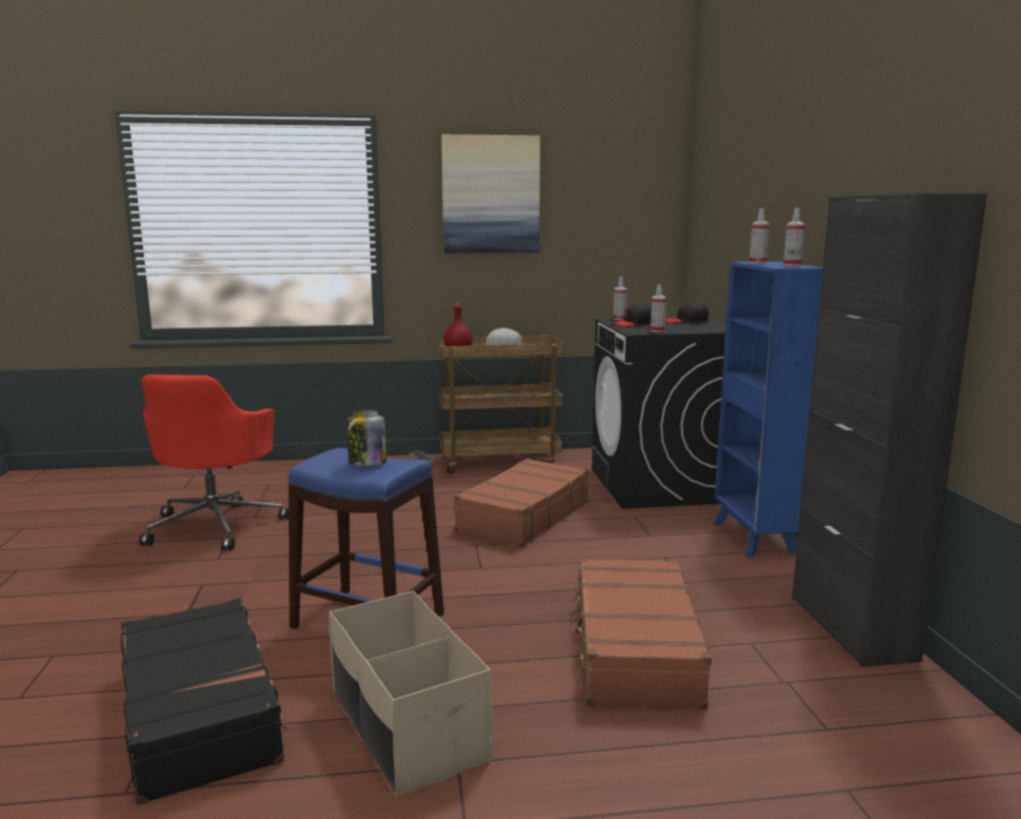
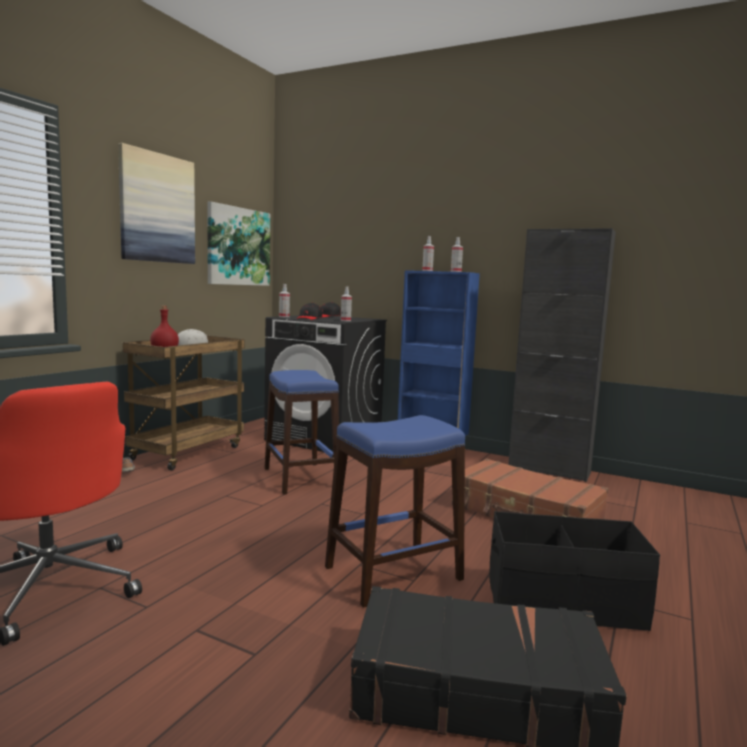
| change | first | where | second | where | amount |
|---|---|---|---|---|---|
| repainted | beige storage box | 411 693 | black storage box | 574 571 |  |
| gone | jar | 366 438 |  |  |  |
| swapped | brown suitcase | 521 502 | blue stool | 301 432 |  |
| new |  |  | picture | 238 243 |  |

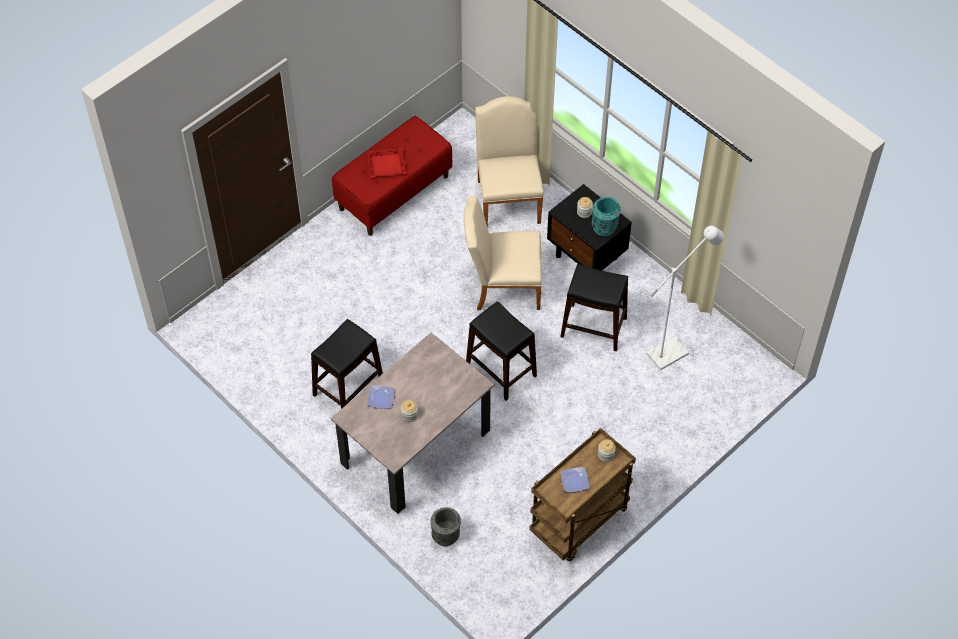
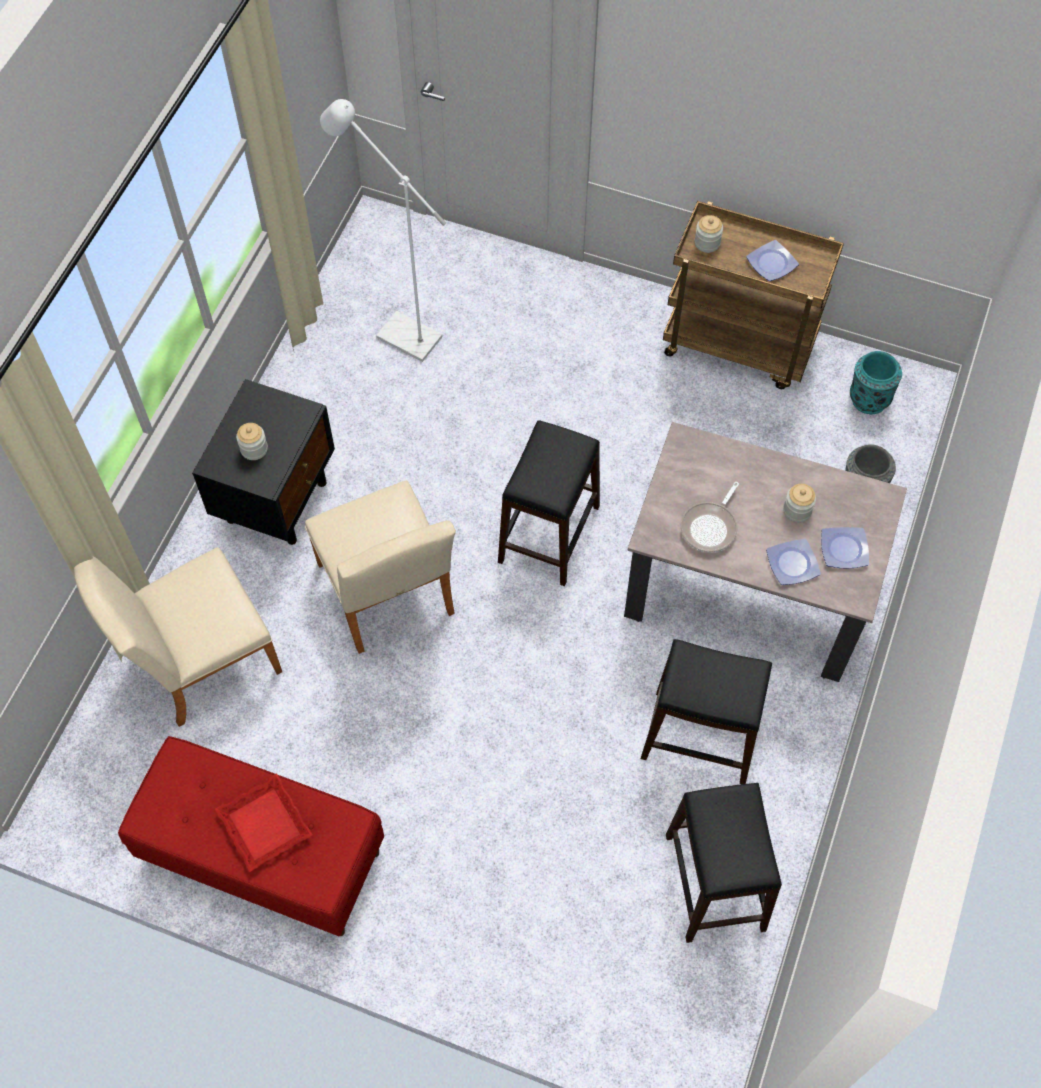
| change | first | where | second | where | amount |
|---|---|---|---|---|---|
| shifted | black stool | 594 307 |  | 724 863 |  |
| shifted | turquoise vase | 606 216 |  | 876 382 |  |
| new |  |  | frying pan | 710 517 |  |
| new |  |  | plate | 845 547 |  |

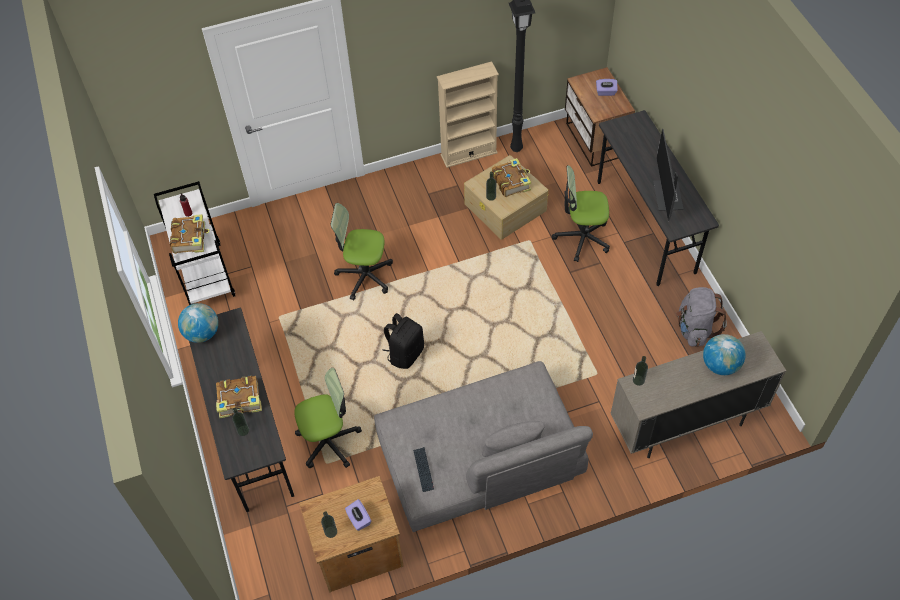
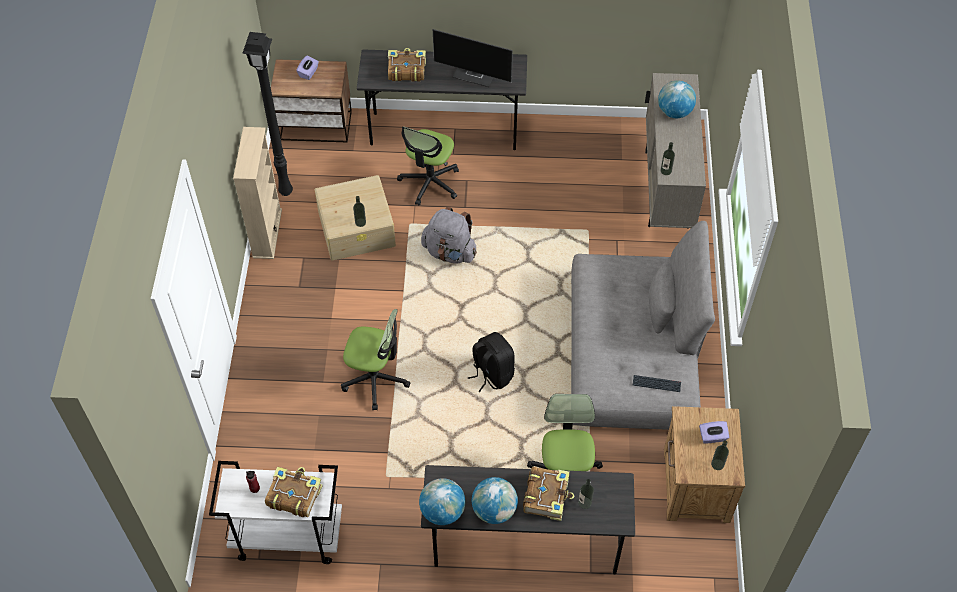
| change | first | where | second | where | amount |
|---|---|---|---|---|---|
| rotated | office chair | 362 251 |  | 375 359 | 105 degrees counterclockwise |
| shifted | book | 511 177 |  | 407 64 |  |
| shifted | grey backpack | 701 317 |  | 449 235 |  |
| new |  |  | globe | 495 500 |  |

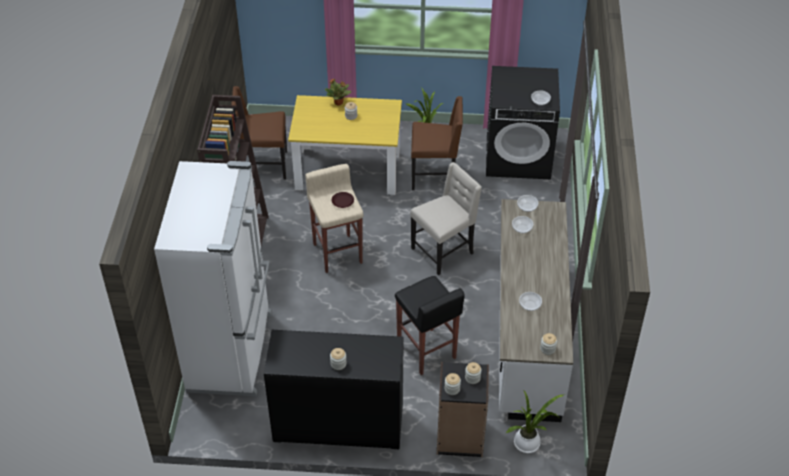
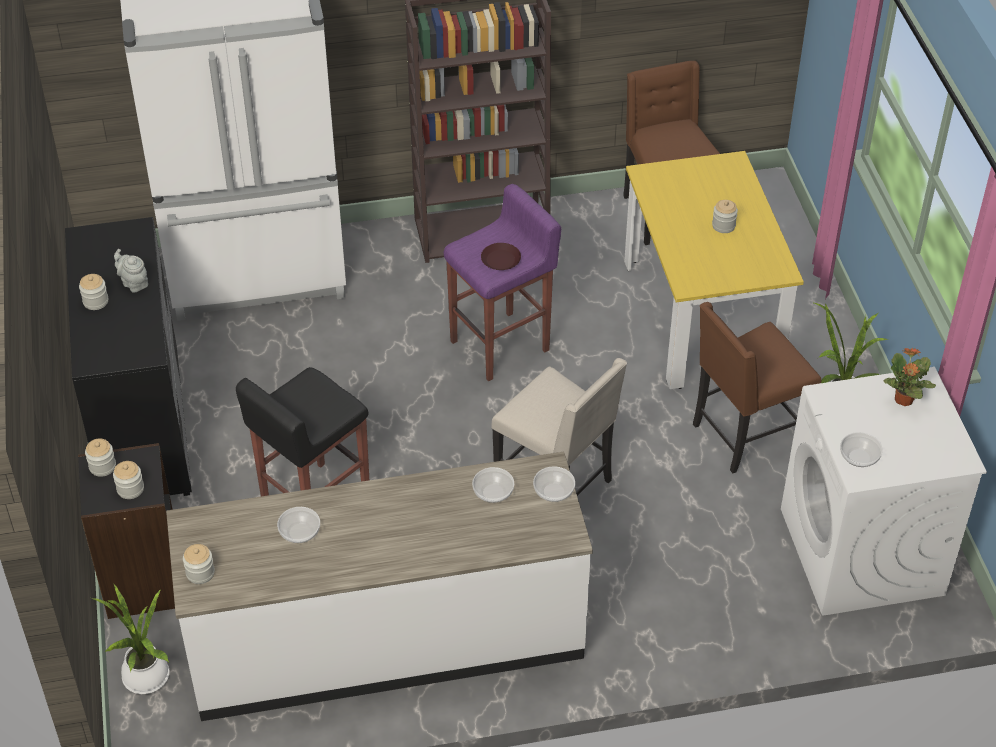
| change | first | where | second | where | amount |
|---|---|---|---|---|---|
| repainted | beige stool | 334 218 | purple stool | 502 282 |  |
| shifted | potted plant | 338 92 |  | 909 377 |  |
| rotated | brown chair | 437 143 |  | 757 387 | 75 degrees clockwise |
| repainted | black washing machine | 523 122 | white washing machine | 884 491 |  |
| new |  |  | grey teapot | 131 271 |  |

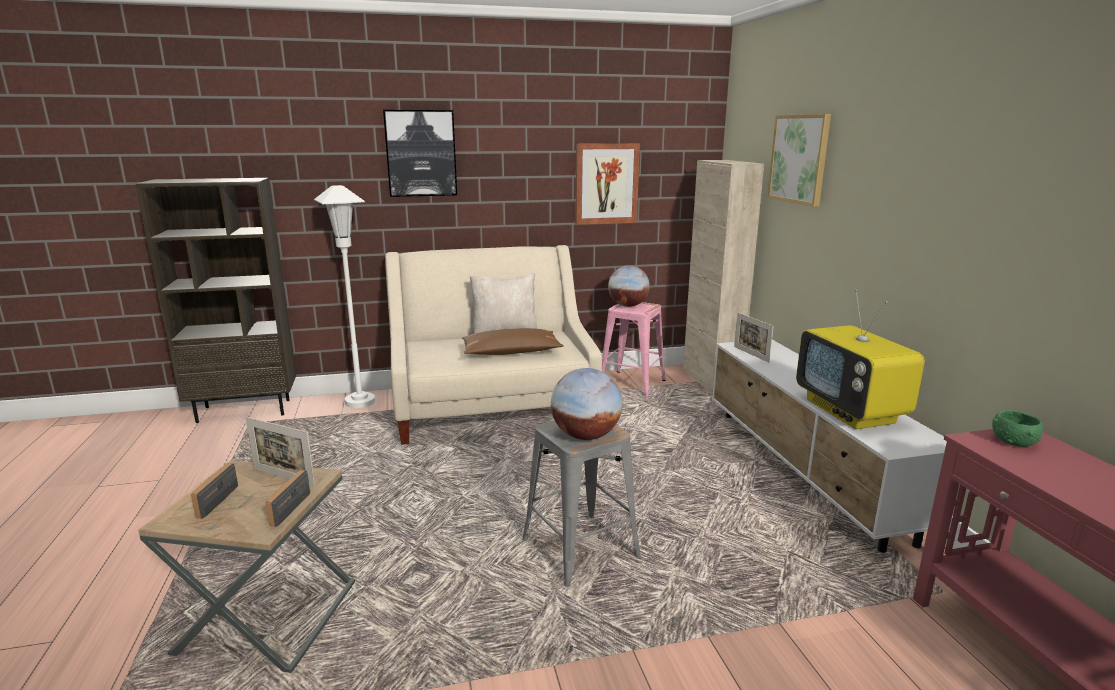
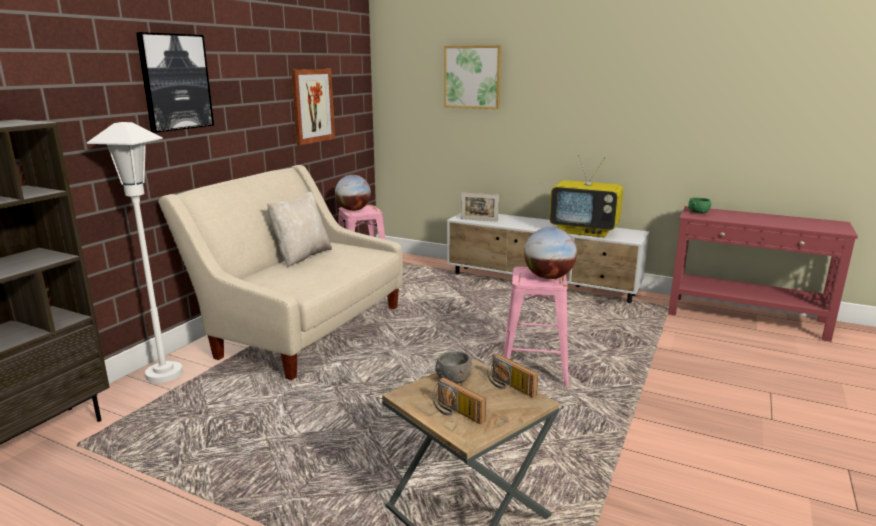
| change | first | where | second | where | amount |
|---|---|---|---|---|---|
| swapped | picture frame | 280 451 | grey bowl | 453 367 |  |
| gone | brown pillow | 513 341 |  |  |  |
| repainted | grey stool | 581 503 | pink stool | 536 326 |  |
| gone | beige cabinet | 723 277 |  |  |  |

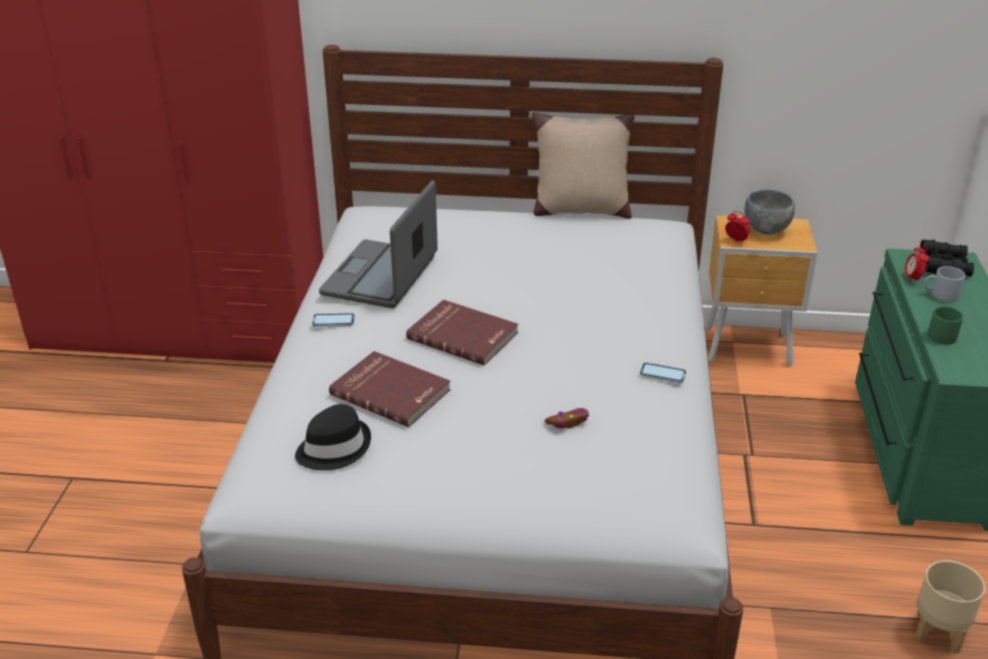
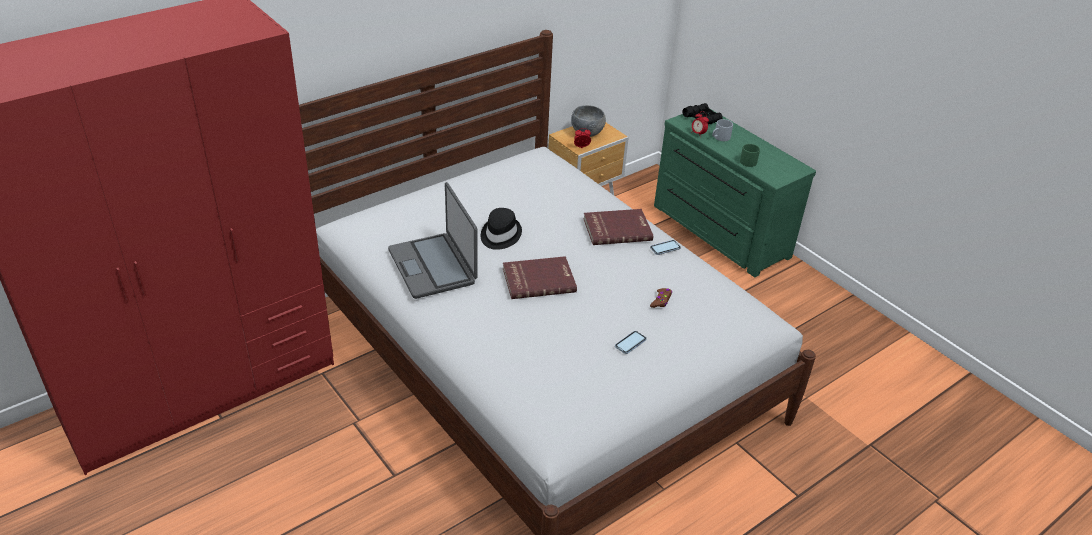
| change | first | where | second | where | amount |
|---|---|---|---|---|---|
| shifted | black hat | 333 437 |  | 501 229 |  |
| shifted | phone | 333 320 |  | 631 342 |  |
| shifted | red book | 390 389 |  | 618 227 |  |
| gone | beige pillow | 583 165 |  |  |  |
| gone | beige planter | 949 607 |  |  |  |

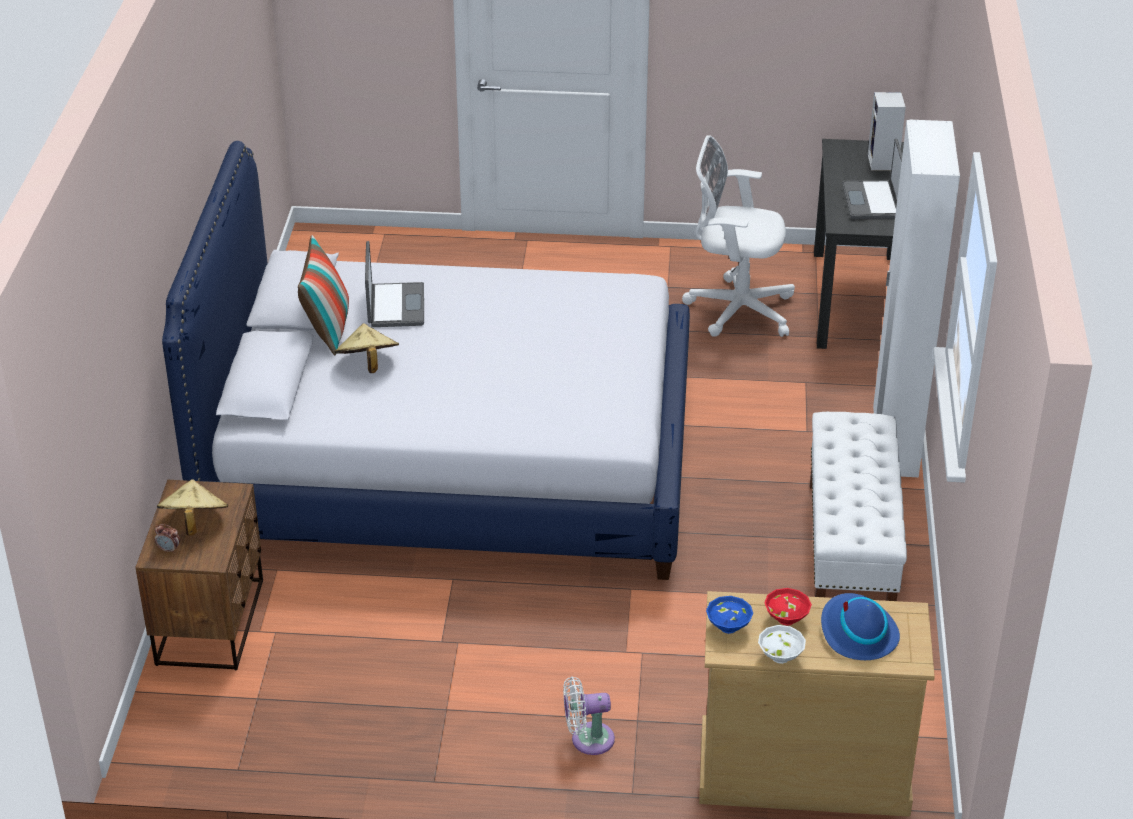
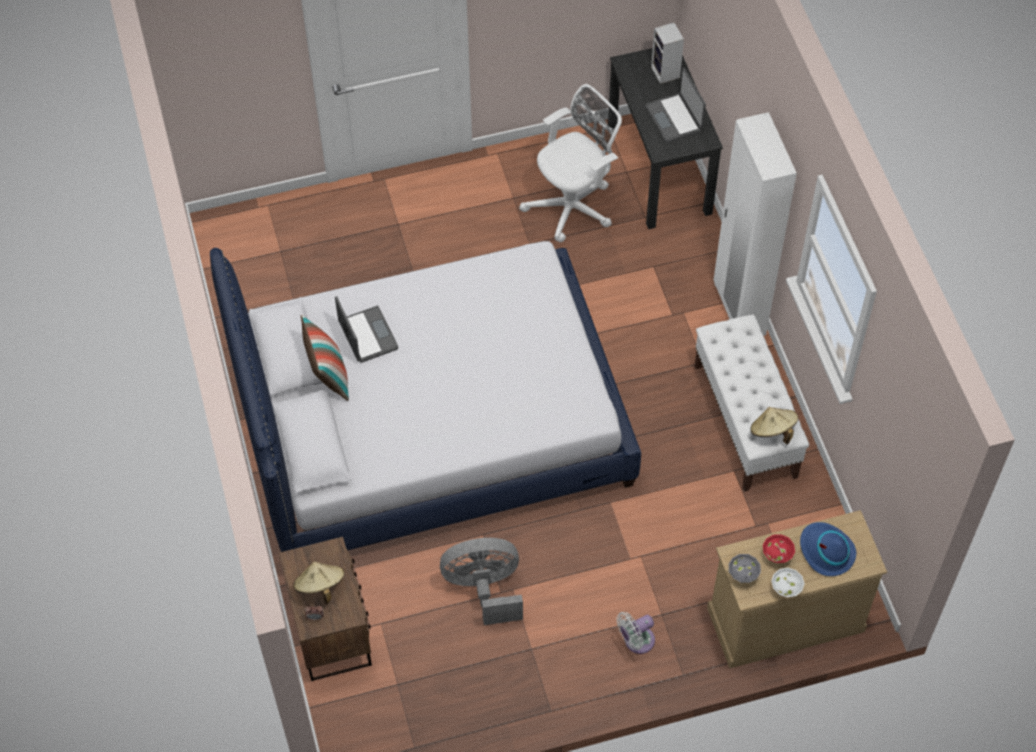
| change | first | where | second | where | amount |
|---|---|---|---|---|---|
| shifted | beige hat | 366 348 |  | 774 425 |  |
| rotated | white office chair | 738 236 |  | 570 163 | 150 degrees clockwise |
| repainted | blue bowl | 729 615 | grey bowl | 745 568 |  |
| new |  |  | grey fan | 481 581 |  |

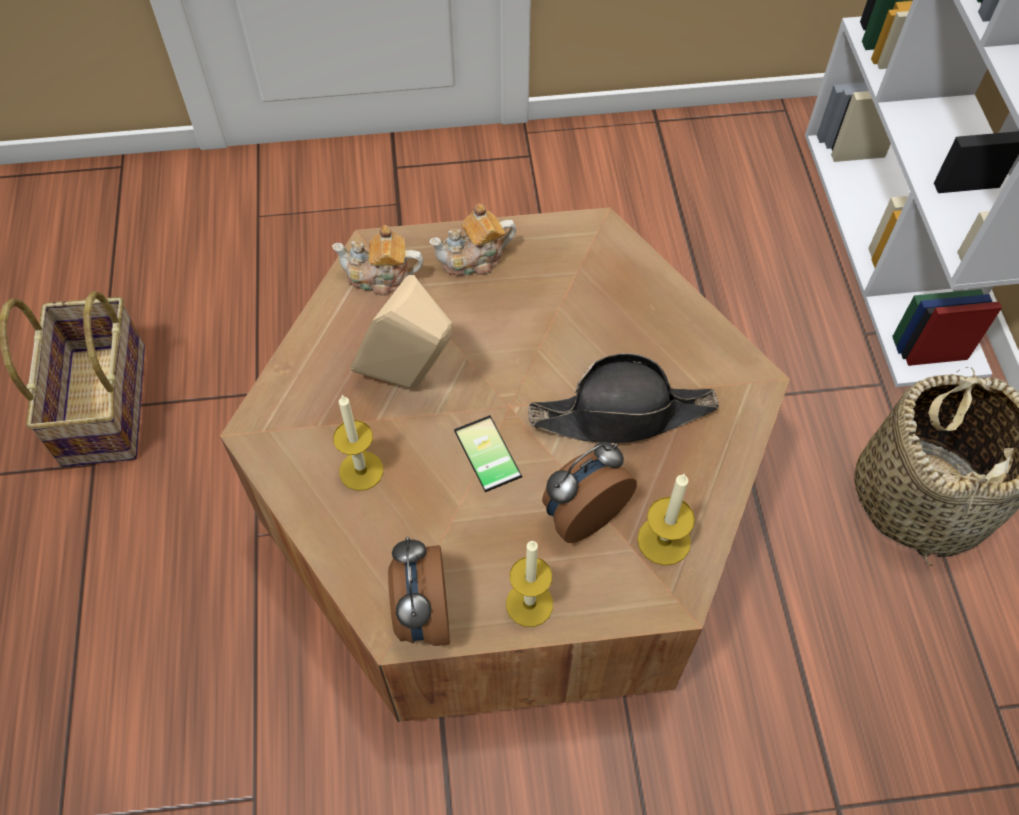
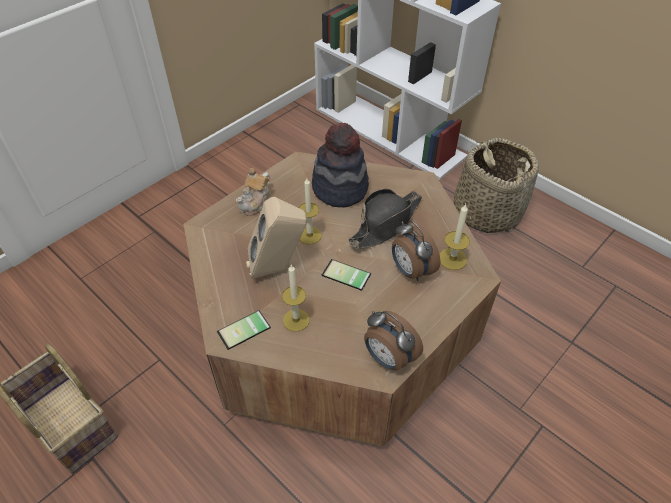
| change | first | where | second | where | amount |
|---|---|---|---|---|---|
| gone | teapot | 377 260 |  |  |  |
| shifted | candle | 529 583 |  | 310 211 |  |
| rotated | alarm clock | 589 492 |  | 416 251 | 45 degrees counterclockwise |
| new |  |  | phone | 244 330 |  |
| new |  |  | hat | 340 165 |  |

